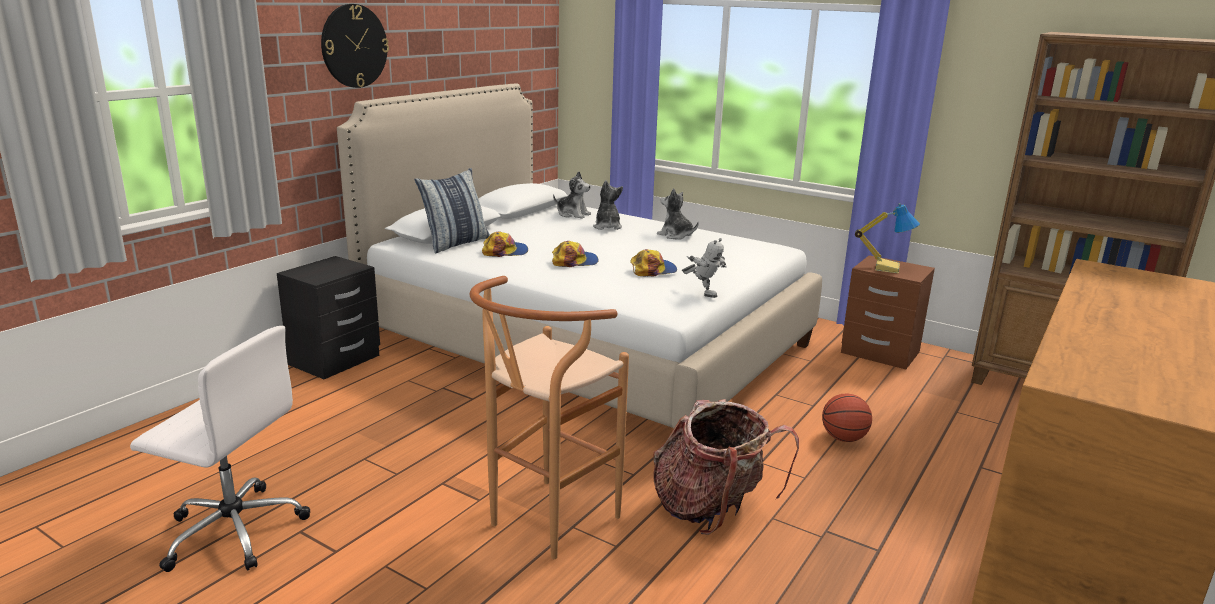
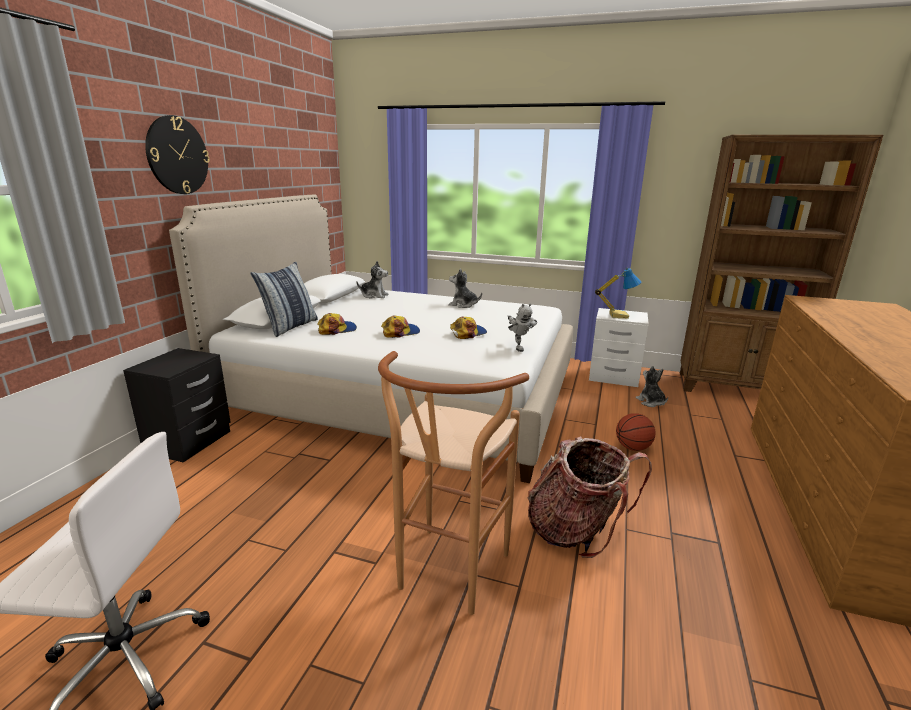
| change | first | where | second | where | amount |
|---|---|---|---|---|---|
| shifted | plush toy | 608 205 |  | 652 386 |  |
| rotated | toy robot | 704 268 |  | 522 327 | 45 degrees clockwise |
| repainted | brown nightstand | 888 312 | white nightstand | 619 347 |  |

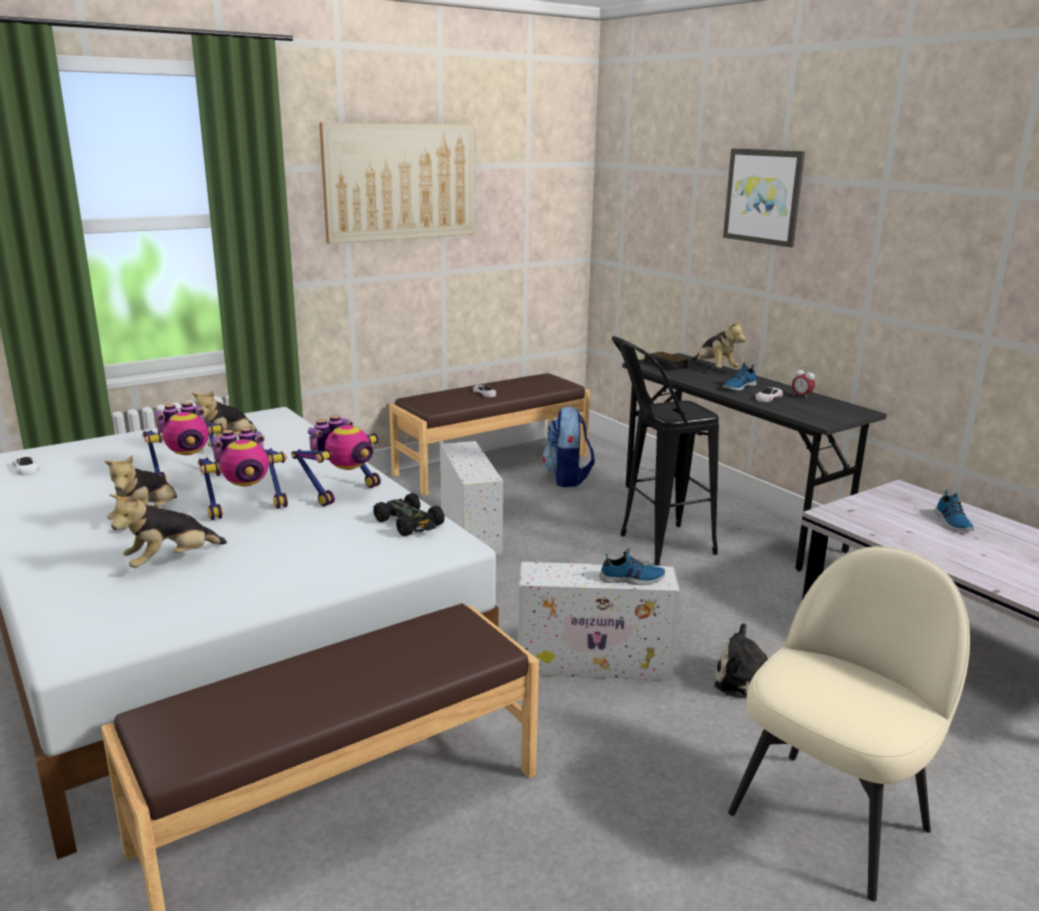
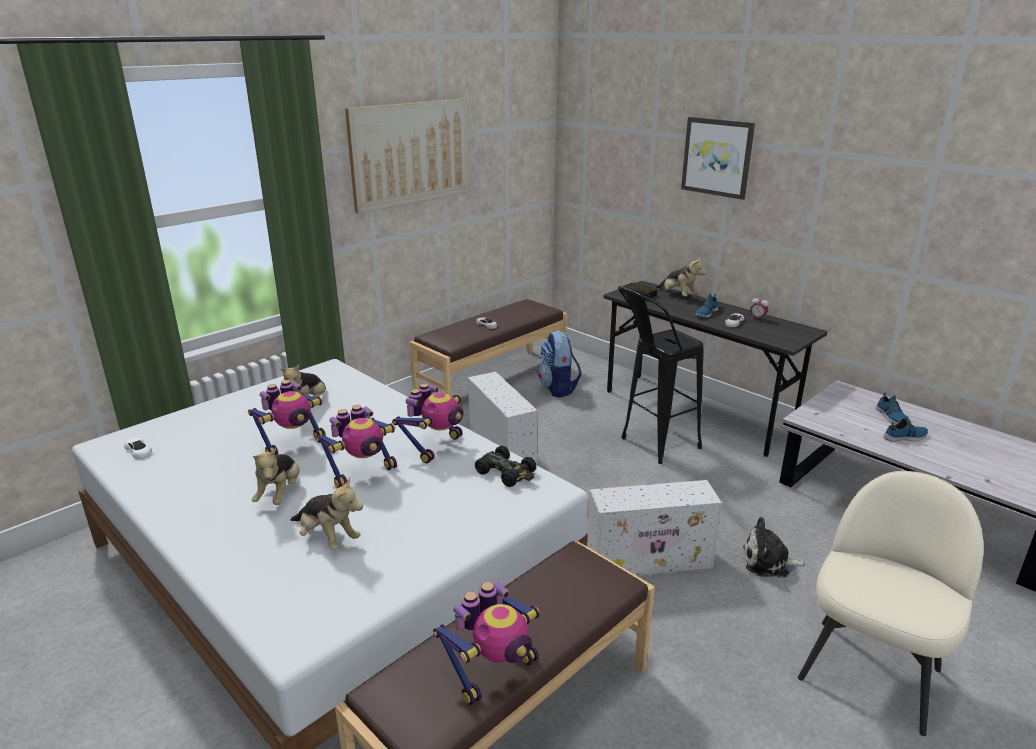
| change | first | where | second | where | amount |
|---|---|---|---|---|---|
| rotated | plush toy | 168 531 |  | 327 513 | 90 degrees counterclockwise |
| shifted | shoe | 632 566 |  | 906 429 |  |
| new |  |  | toy robot | 486 644 |  |

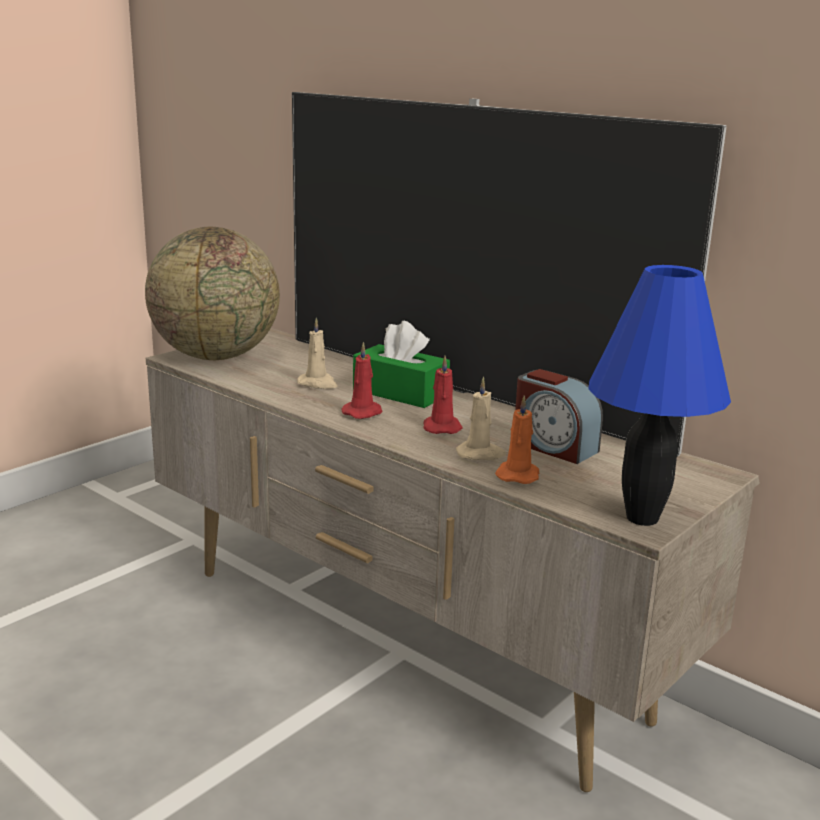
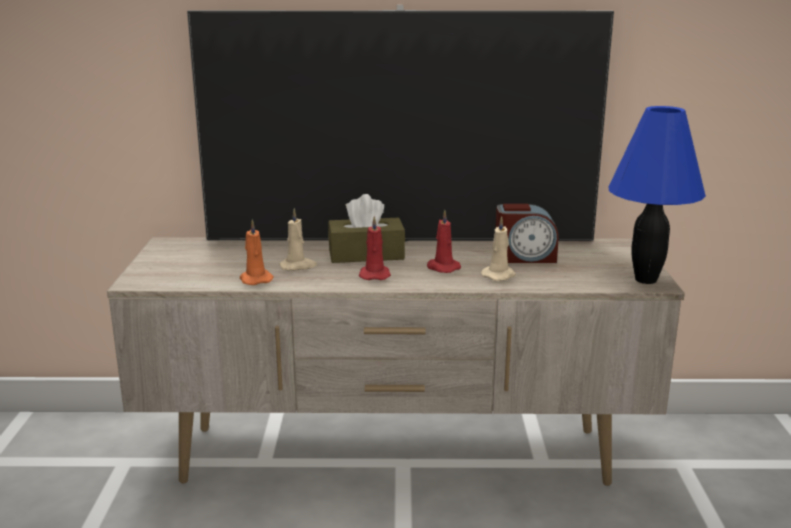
| change | first | where | second | where | amount |
|---|---|---|---|---|---|
| gone | globe | 212 293 |  |  |  |
| repainted | green tissue box | 401 364 | brown tissue box | 366 228 |  |
| shifted | orange candle | 517 440 |  | 257 252 |  |

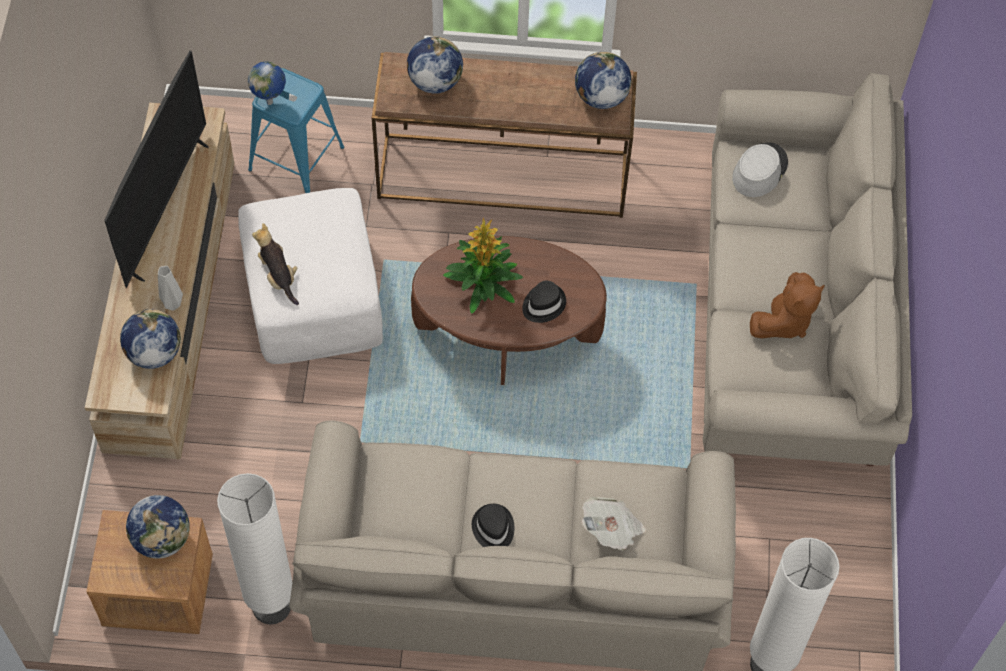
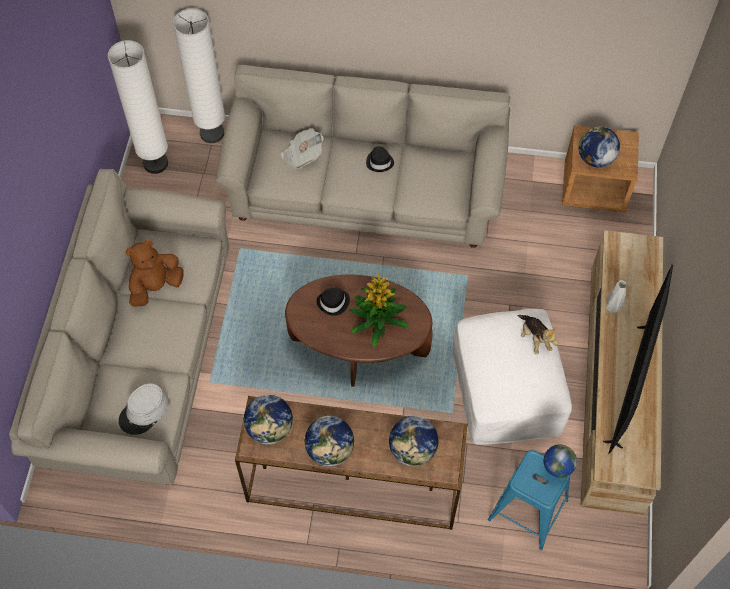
| change | first | where | second | where | amount |
|---|---|---|---|---|---|
| shifted | globe | 150 339 |  | 329 441 |  |
| shifted | white floor lamp | 255 548 |  | 138 107 |  |

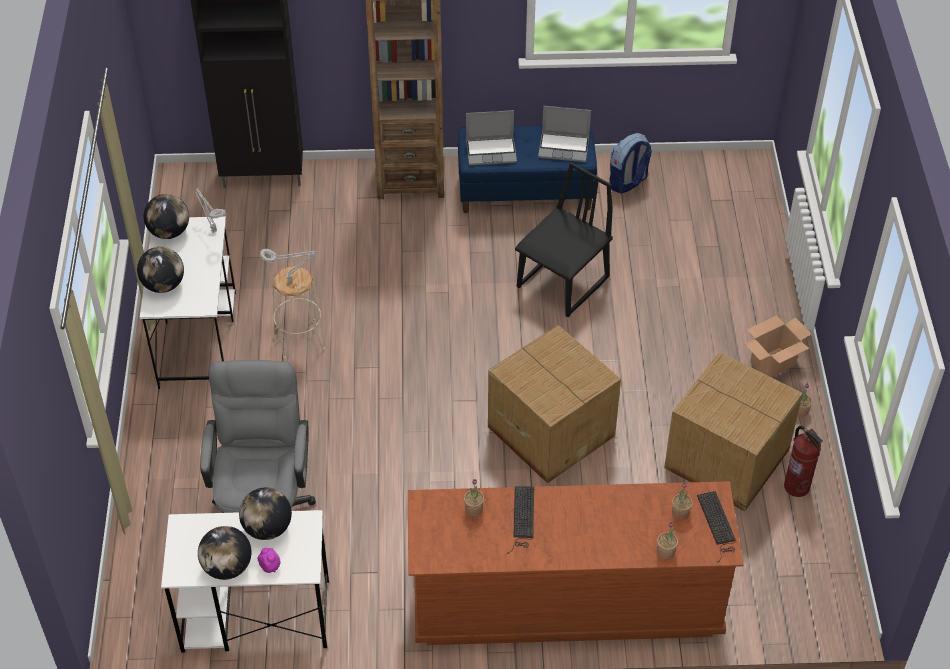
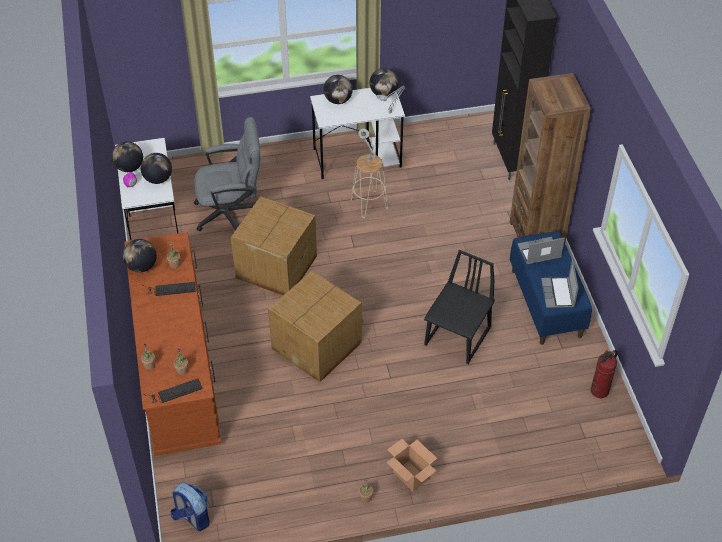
| change | first | where | second | where | amount |
|---|---|---|---|---|---|
| rotated | laptop | 491 137 |  | 541 250 | 90 degrees clockwise |
| rotated | black chair | 564 239 |  | 459 307 | 90 degrees counterclockwise |
| shifted | backpack | 630 163 |  | 190 506 |  |
| shifted | cardboard box | 733 431 |  | 274 245 |  |
| shifted | fire extinguisher | 803 461 |  | 604 374 |  |
| new |  |  | globe | 140 255 |  |

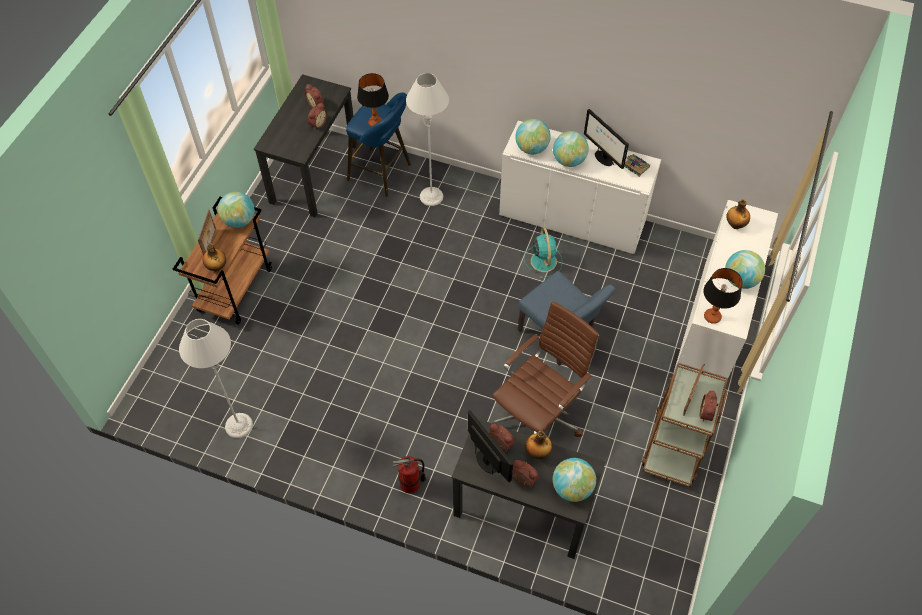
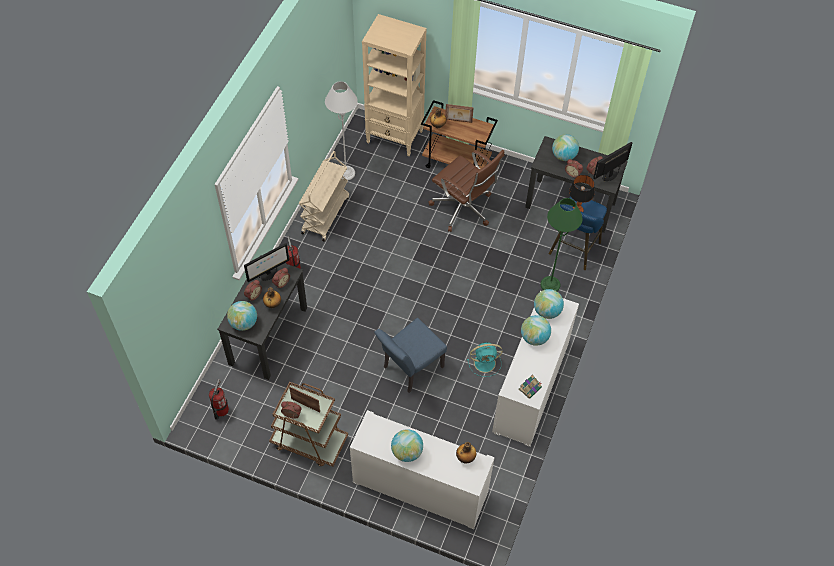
| change | first | where | second | where | amount |
|---|---|---|---|---|---|
| shifted | globe | 236 210 |  | 565 147 |  |
| repainted | grey floor lamp | 427 139 | green floor lamp | 562 244 |  |
| shifted | brown office chair | 546 369 |  | 466 191 |  |
| shifted | monitor | 606 139 |  | 613 161 |  |
| gone | table lamp | 723 296 |  |  |  |
| new |  |  | fire extinguisher | 219 399 |  |
| new |  |  | beige cart | 324 196 |  |
| new |  |  | beige bookcase | 394 85 |  |

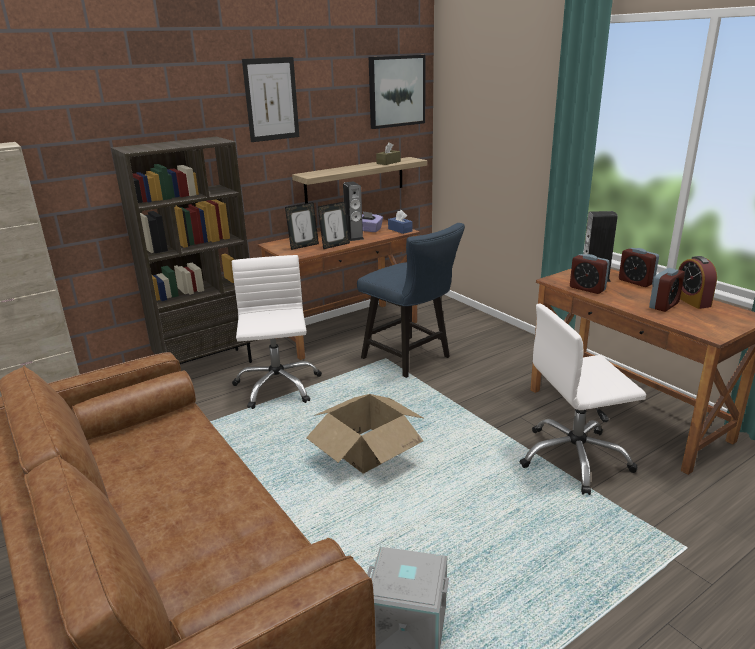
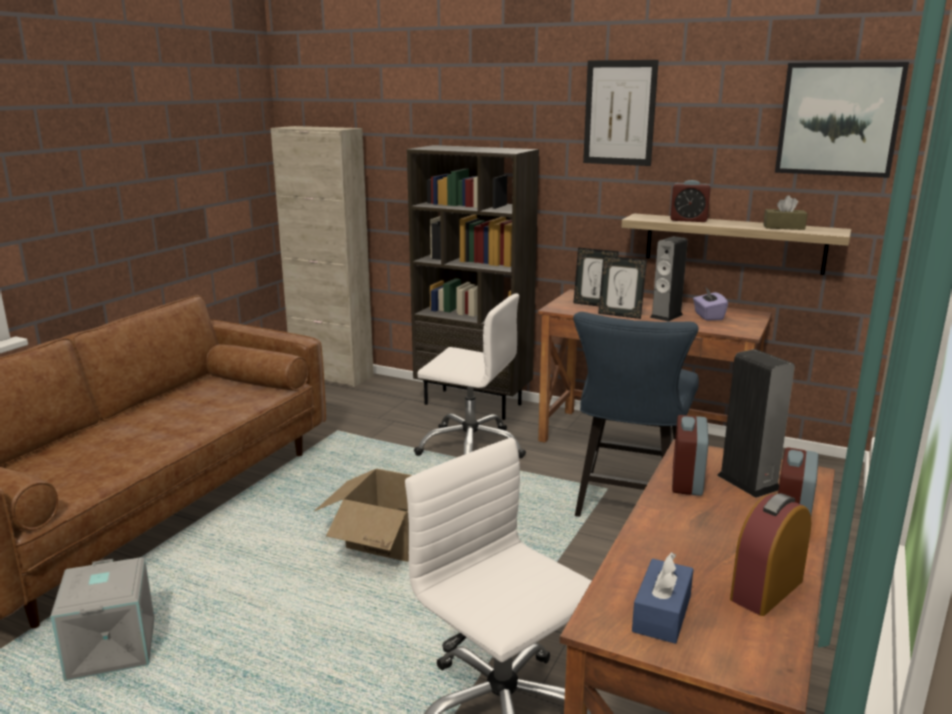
| change | first | where | second | where | amount |
|---|---|---|---|---|---|
| rotated | white office chair | 277 332 |  | 470 375 | 60 degrees clockwise |
| shifted | blue tissue box | 400 222 |  | 662 598 |  |
| shifted | alarm clock | 667 290 |  | 690 201 |  |

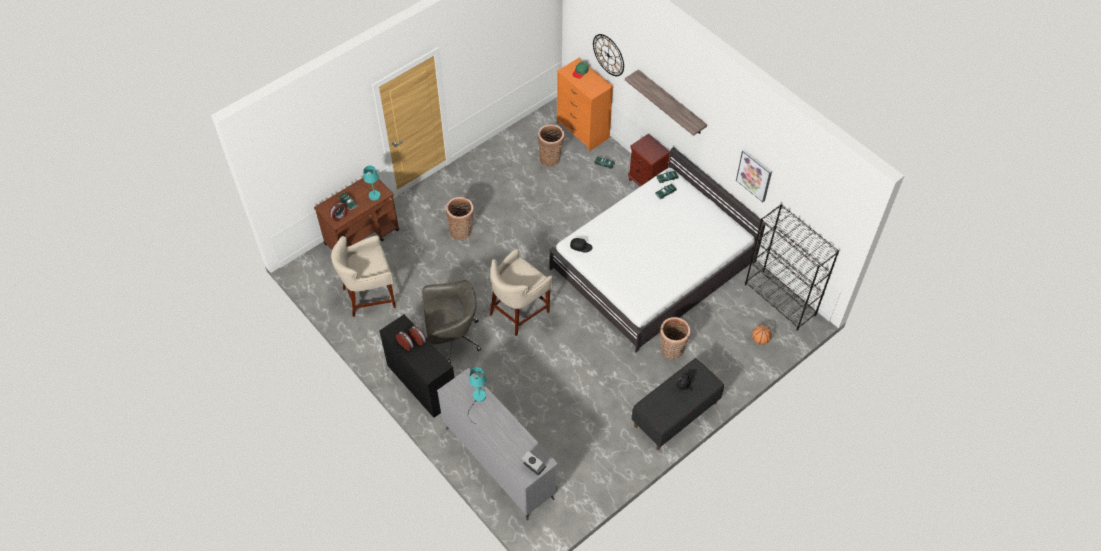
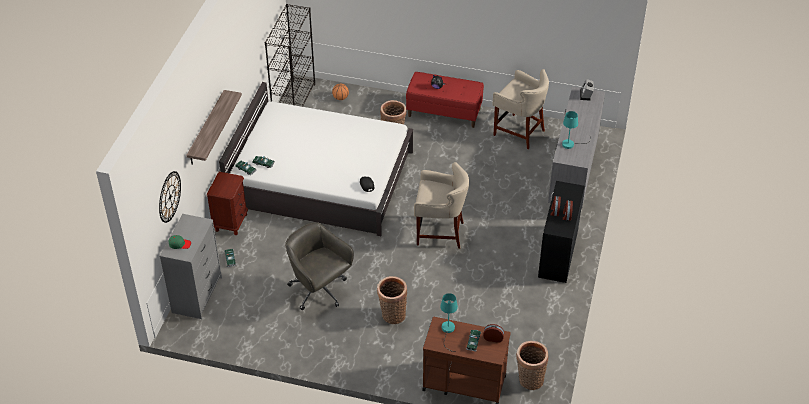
| change | first | where | second | where | amount |
|---|---|---|---|---|---|
| shifted | beige stool | 363 276 |  | 520 109 |  |
| shifted | grey office chair | 451 322 |  | 319 266 |  |
| shifted | basket | 551 145 |  | 532 365 |  |
| repainted | orange dresser | 585 104 | grey dresser | 191 266 |  |
| repainted | black bench | 678 404 | red bench | 445 100 |  |
| gone | picture | 754 175 |  |  |  |

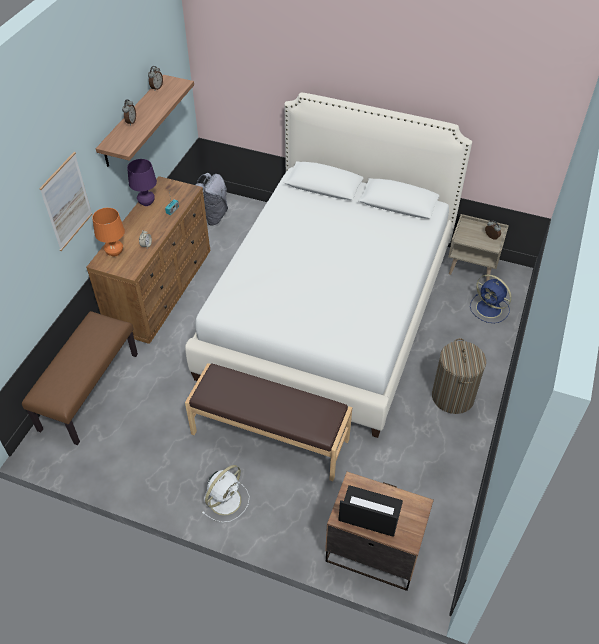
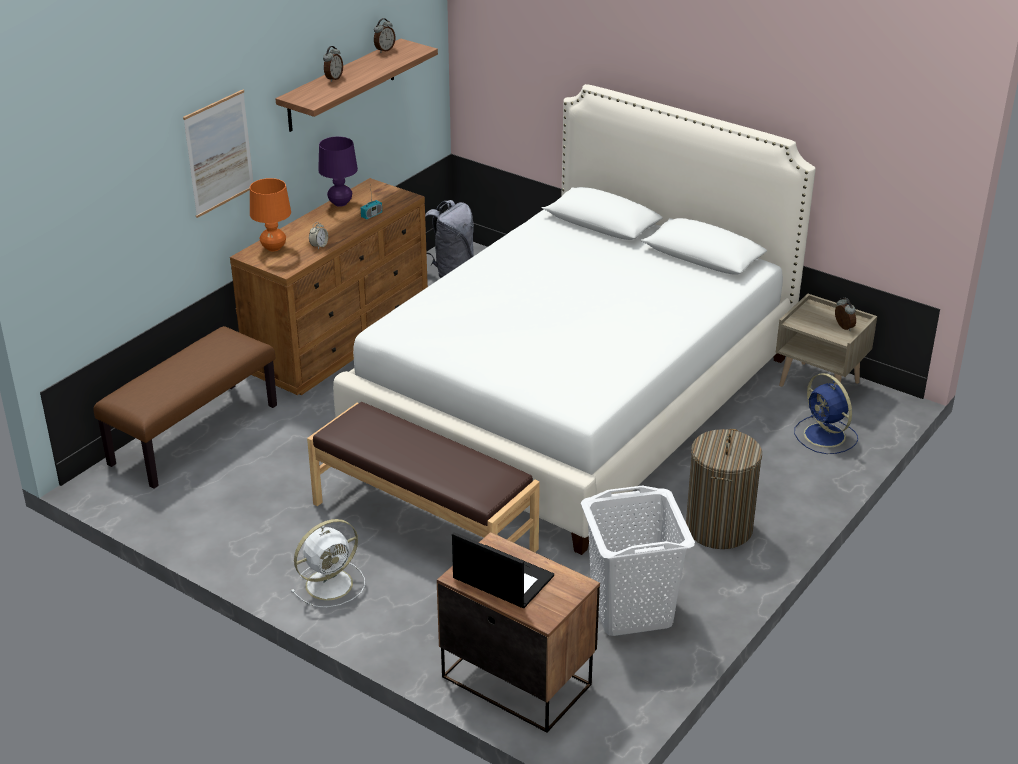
| change | first | where | second | where | amount |
|---|---|---|---|---|---|
| new |  |  | white laundry basket | 638 561 |  |

